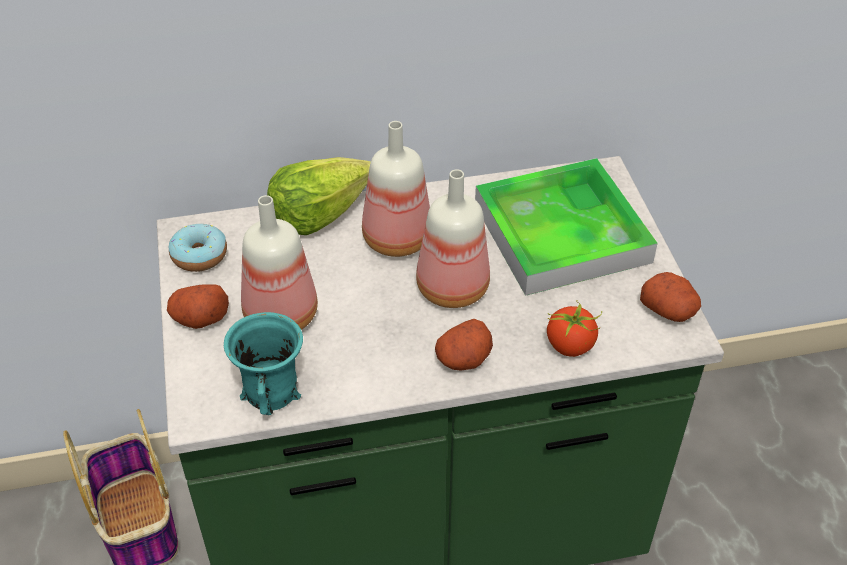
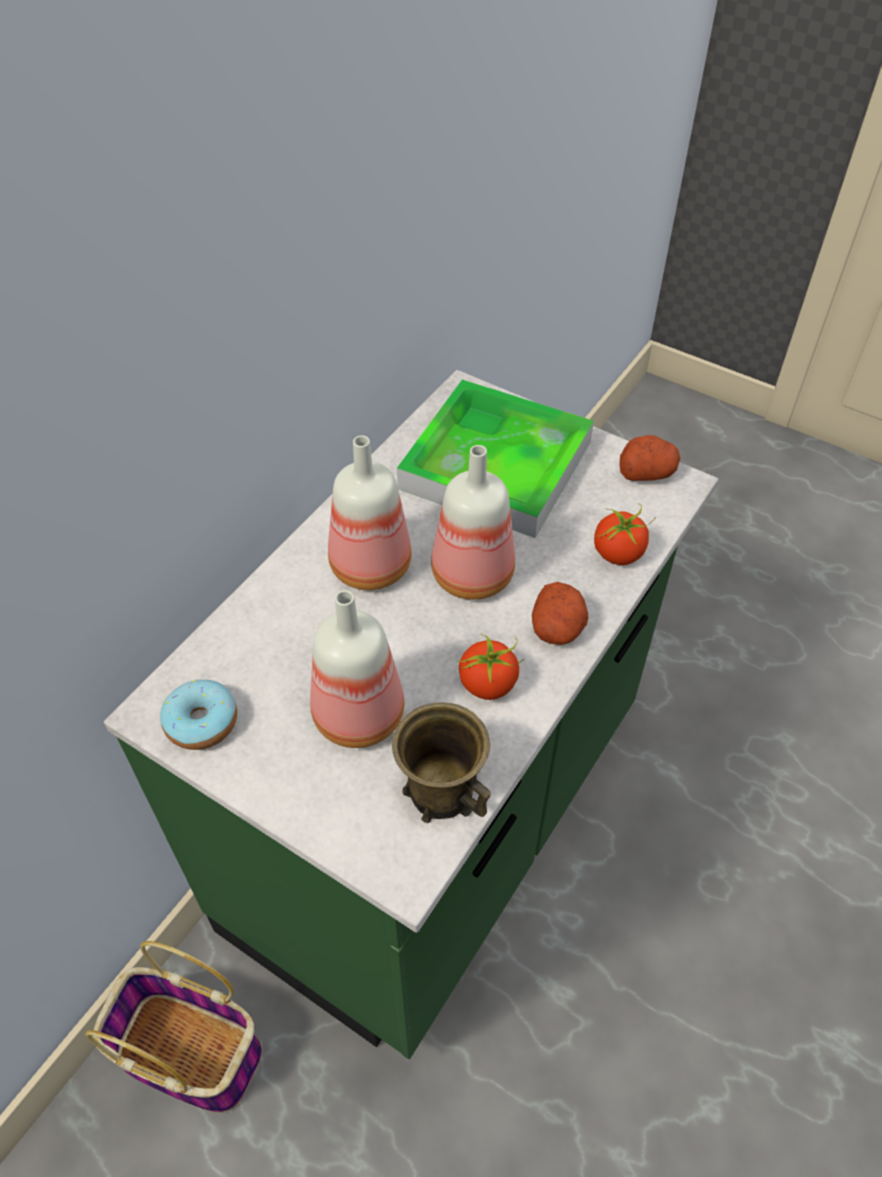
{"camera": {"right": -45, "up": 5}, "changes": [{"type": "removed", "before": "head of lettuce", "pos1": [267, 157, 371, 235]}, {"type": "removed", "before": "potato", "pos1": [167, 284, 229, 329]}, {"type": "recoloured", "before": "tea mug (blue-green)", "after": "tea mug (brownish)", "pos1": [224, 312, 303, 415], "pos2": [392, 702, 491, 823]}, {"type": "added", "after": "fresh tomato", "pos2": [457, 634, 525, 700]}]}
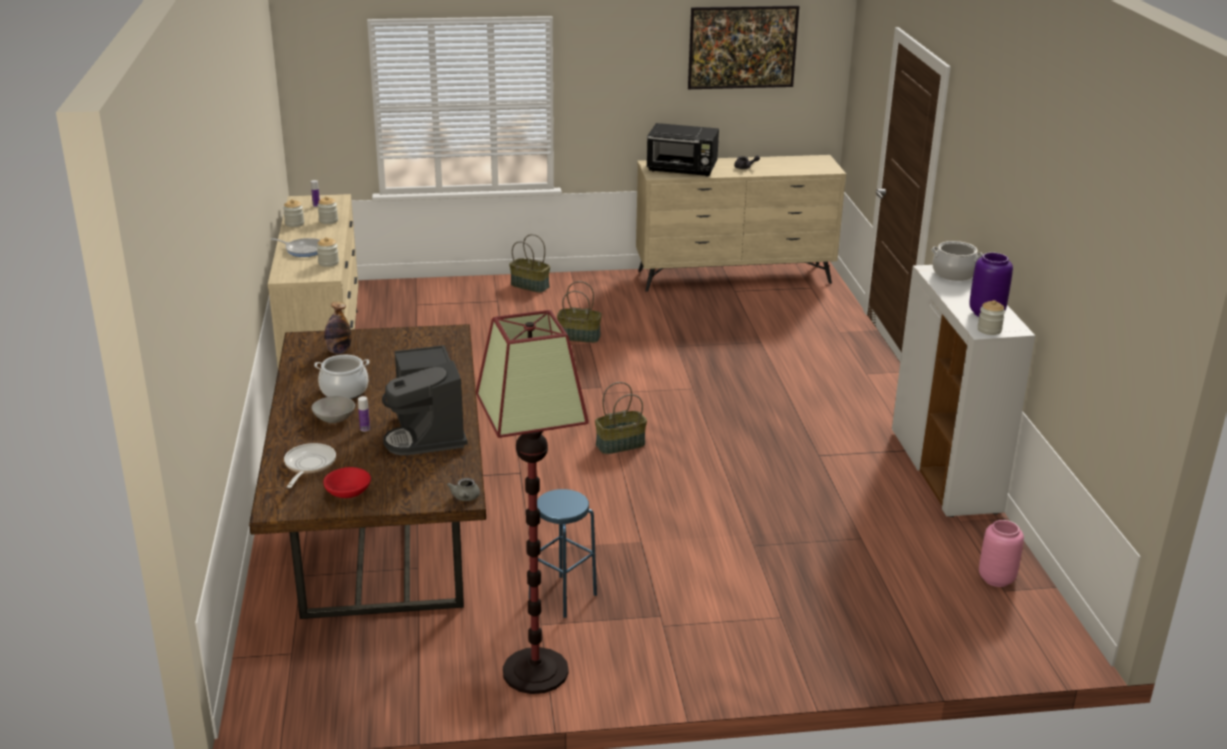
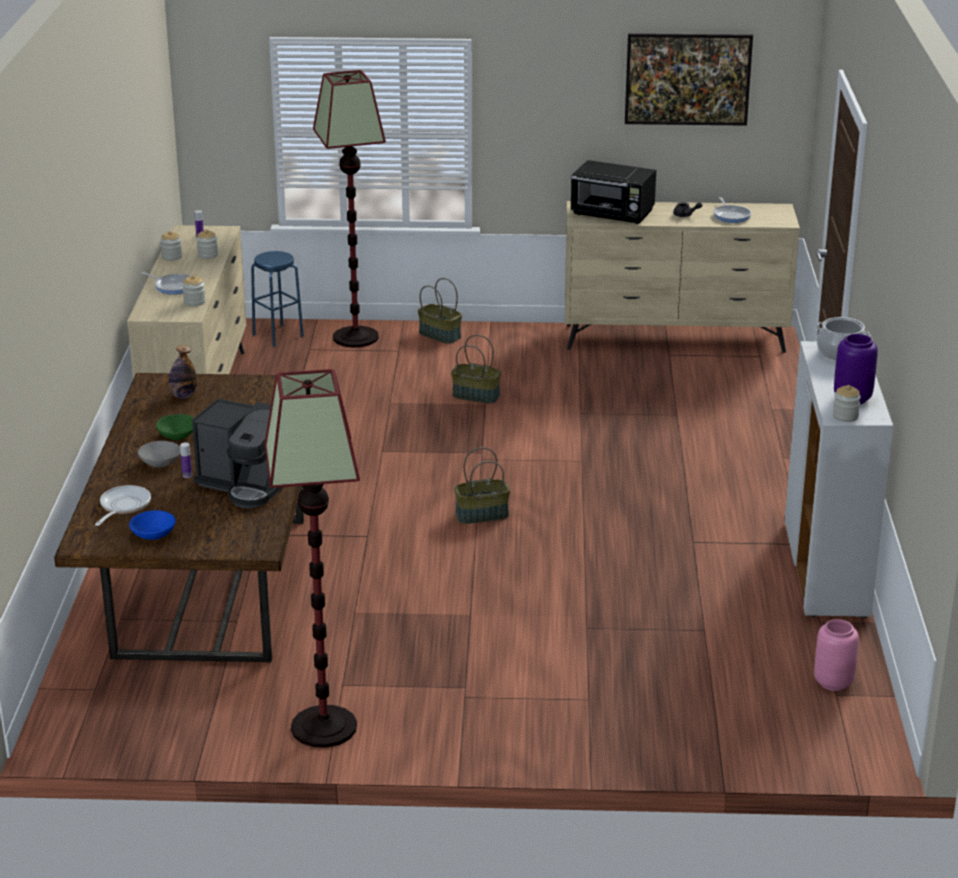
{"camera": {"right": 10, "up": 0}, "changes": [{"type": "turned", "before": "coffee maker", "pos1": [382, 345, 468, 456], "pos2": [192, 398, 283, 509], "turn": -60}, {"type": "replaced", "before": "saucepot", "after": "deep dish (green)", "pos1": [314, 355, 369, 399], "pos2": [156, 414, 194, 440]}, {"type": "recoloured", "before": "deep dish (red)", "after": "deep dish (bluish)", "pos1": [323, 467, 371, 498], "pos2": [129, 510, 176, 540]}, {"type": "removed", "before": "tea pot (grey)", "pos1": [447, 478, 480, 501]}, {"type": "moved", "before": "sitting stool (bluish)", "pos1": [529, 489, 597, 618], "pos2": [251, 251, 304, 347]}, {"type": "added", "after": "standing lamp", "pos2": [313, 70, 386, 347]}, {"type": "added", "after": "frying pan", "pos2": [713, 197, 751, 223]}]}
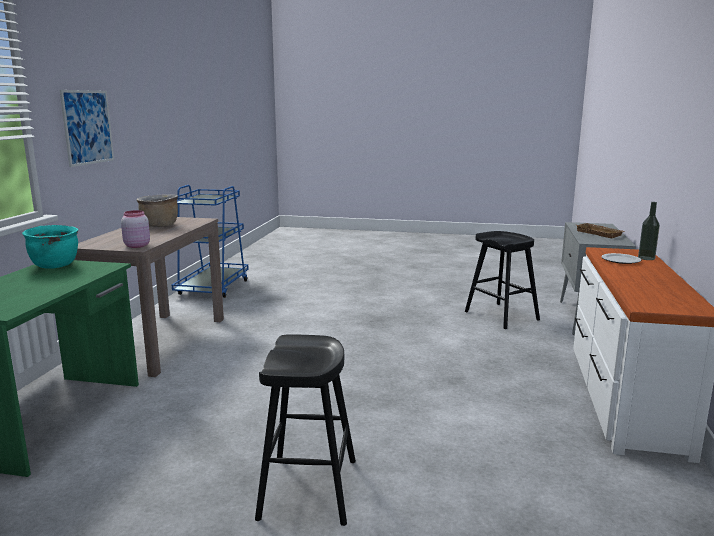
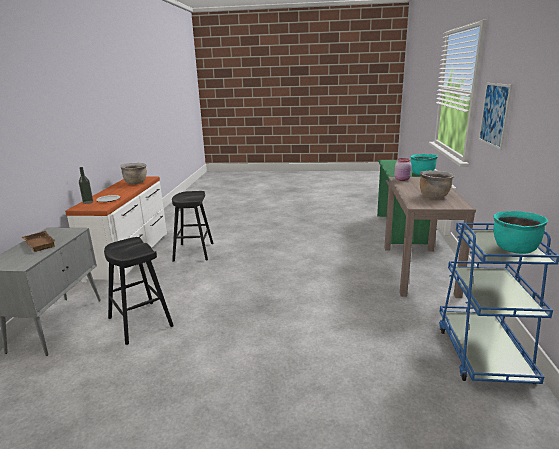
{"camera": {"right": 175, "up": 5}, "changes": [{"type": "moved", "before": "sitting stool (blackish)", "pos1": [255, 334, 356, 526], "pos2": [172, 191, 213, 262]}, {"type": "added", "after": "saucepot (brownish)", "pos2": [120, 163, 147, 184]}, {"type": "added", "after": "saucepot (blue-green)", "pos2": [493, 211, 548, 254]}]}
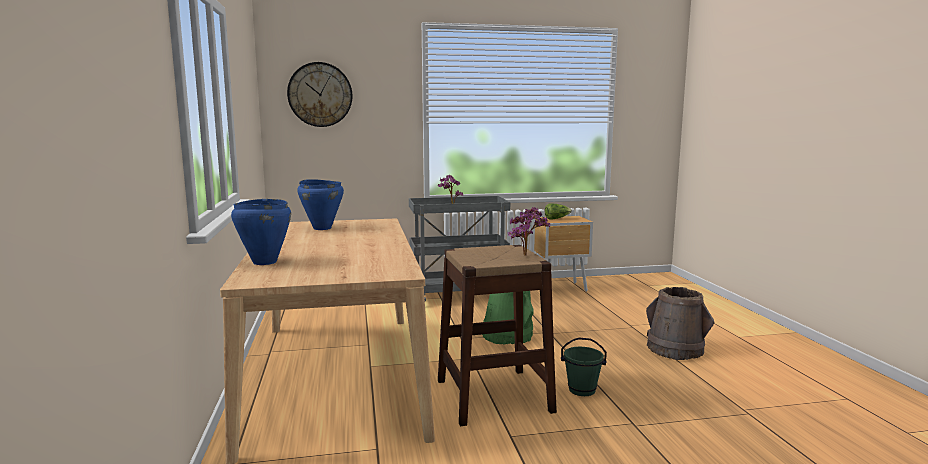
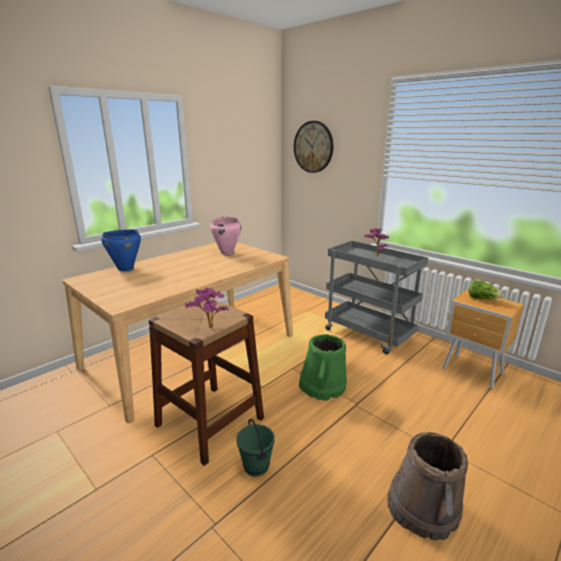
{"camera": {"right": 55, "up": 10}, "changes": [{"type": "recoloured", "before": "saucepot (bluish)", "after": "saucepot (pink)", "pos1": [297, 179, 344, 230], "pos2": [210, 217, 241, 255]}]}
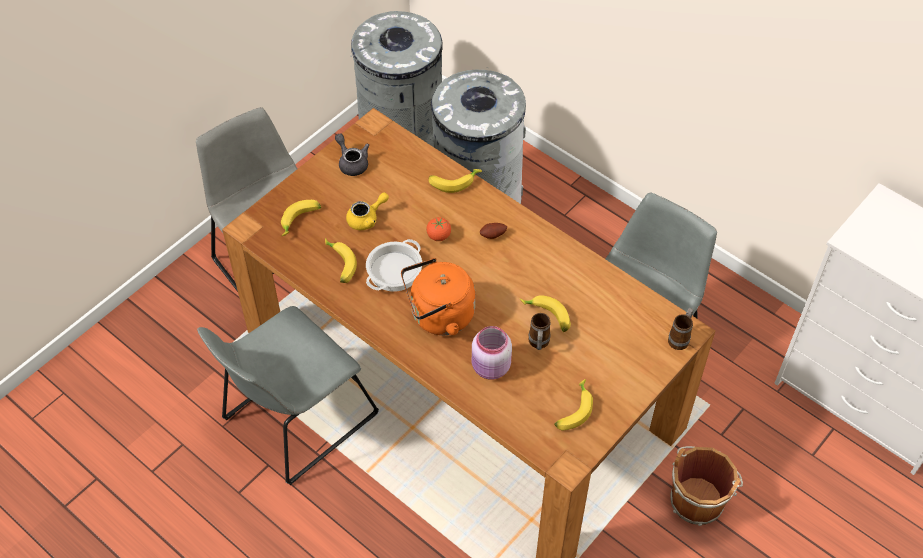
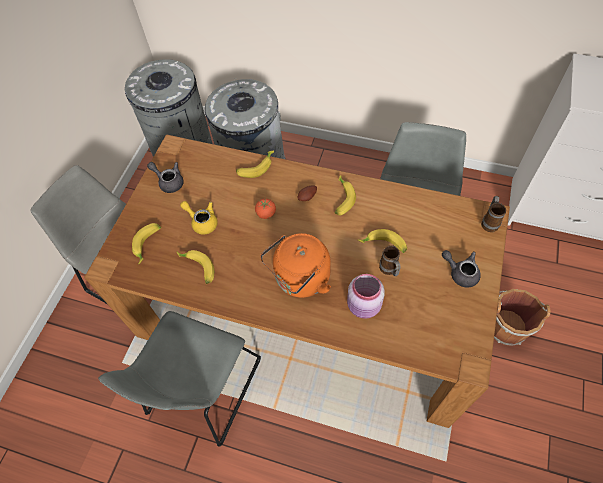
{"camera": {"right": -20, "up": 5}, "changes": [{"type": "turned", "before": "tea pot (yellowish)", "pos1": [346, 192, 389, 230], "pos2": [180, 201, 218, 235], "turn": -90}, {"type": "removed", "before": "saucepot", "pos1": [366, 239, 422, 292]}, {"type": "moved", "before": "whole banana", "pos1": [554, 379, 593, 431], "pos2": [334, 175, 356, 216]}, {"type": "added", "after": "tea pot (grey)", "pos2": [442, 250, 481, 288]}]}
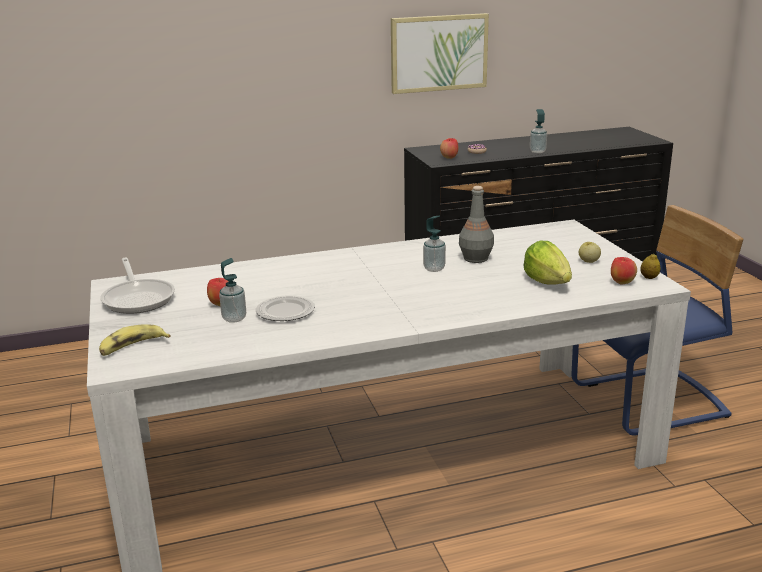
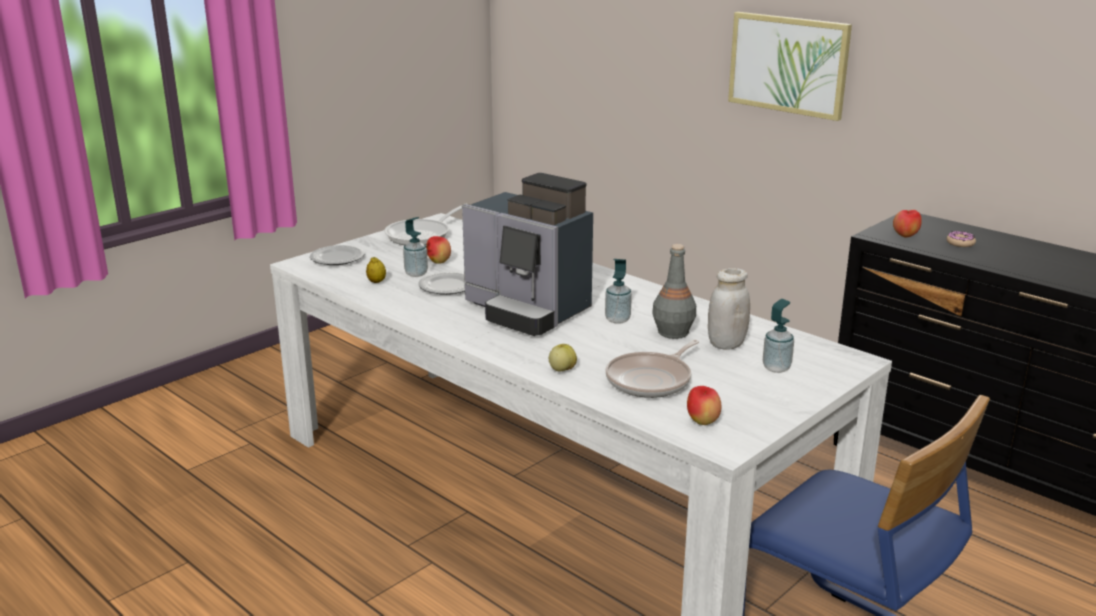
{"camera": {"right": 60, "up": 0}, "changes": [{"type": "moved", "before": "wall picture", "pos1": [391, 13, 489, 94], "pos2": [728, 12, 852, 121]}, {"type": "moved", "before": "liquid soap bottle", "pos1": [530, 109, 547, 153], "pos2": [763, 299, 794, 373]}, {"type": "replaced", "before": "head of lettuce", "after": "frying pan", "pos1": [524, 241, 572, 285], "pos2": [606, 340, 699, 398]}, {"type": "moved", "before": "whole apple", "pos1": [579, 242, 601, 263], "pos2": [549, 344, 577, 371]}, {"type": "moved", "before": "lemon", "pos1": [640, 254, 660, 279], "pos2": [366, 257, 386, 283]}, {"type": "replaced", "before": "whole banana", "after": "flat dish", "pos1": [99, 324, 171, 356], "pos2": [310, 245, 365, 265]}, {"type": "added", "after": "coffee maker", "pos2": [462, 173, 593, 336]}, {"type": "added", "after": "preserve jar (white-coloured)", "pos2": [708, 268, 750, 350]}]}
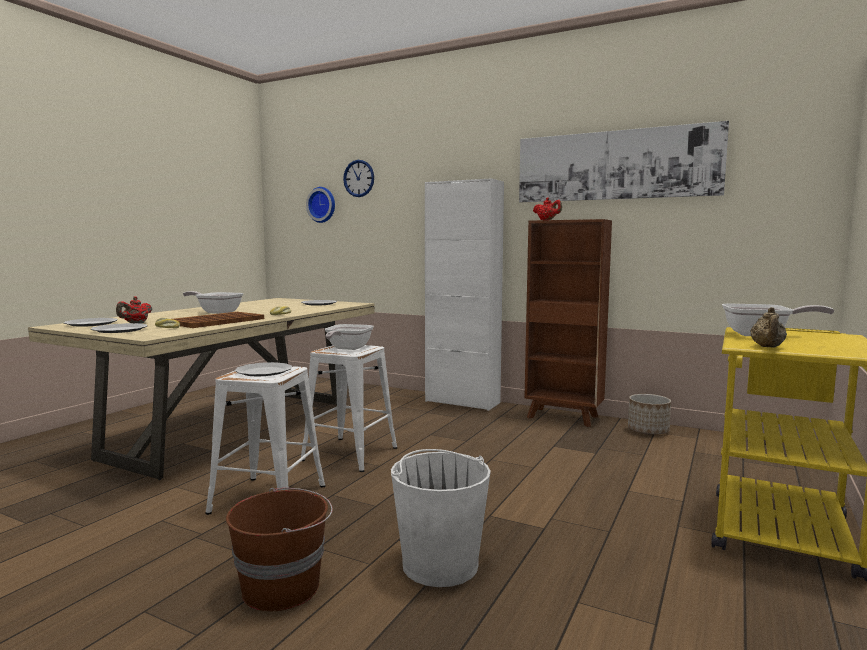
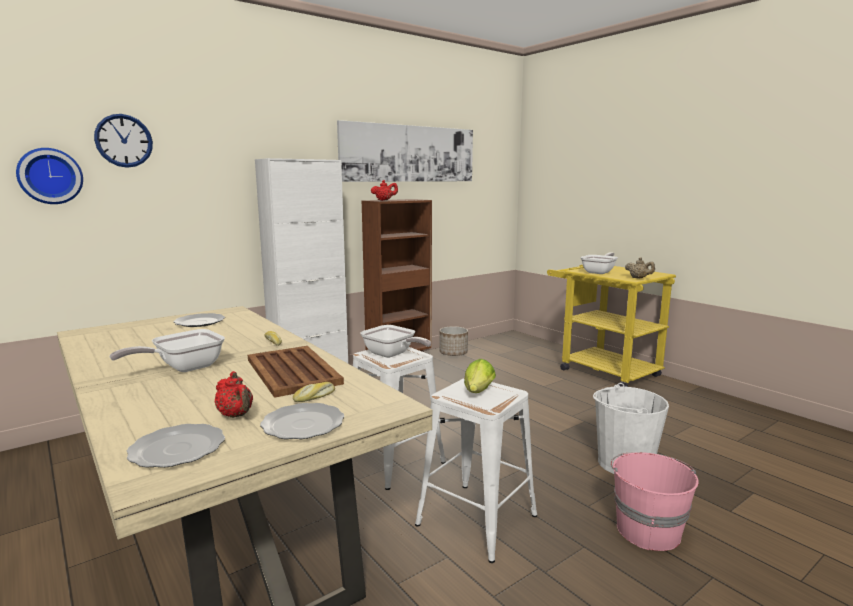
{"camera": {"right": -65, "up": 5}, "changes": [{"type": "replaced", "before": "flat dish", "after": "head of lettuce", "pos1": [235, 362, 292, 376], "pos2": [464, 359, 496, 393]}, {"type": "recoloured", "before": "pail (brownish)", "after": "pail (pink)", "pos1": [226, 488, 333, 611], "pos2": [611, 452, 699, 551]}]}
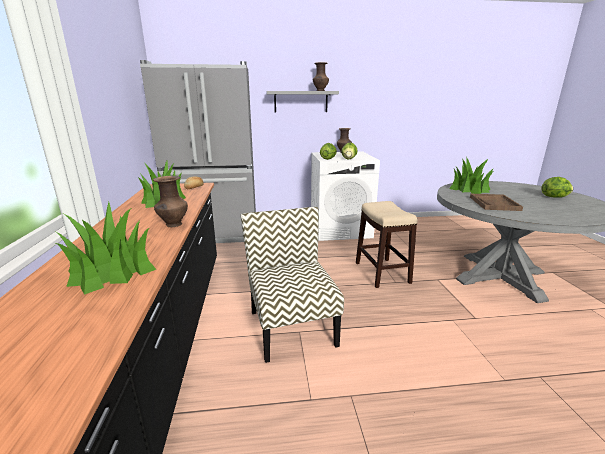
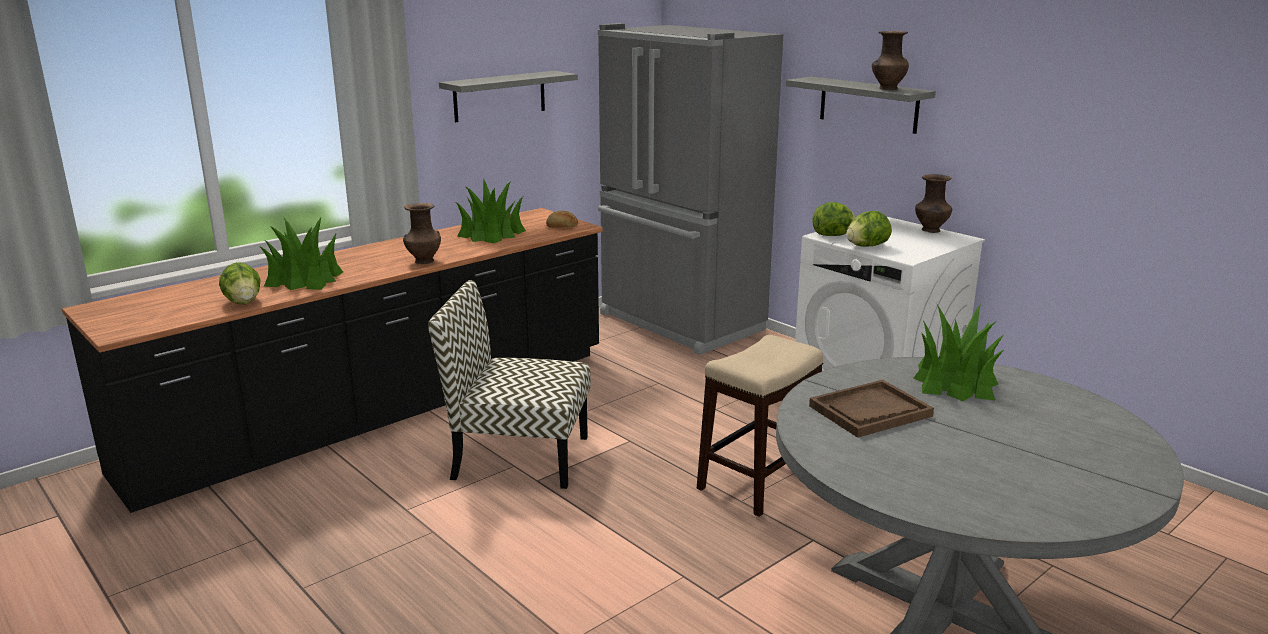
{"camera": {"right": 55, "up": 0}, "changes": [{"type": "moved", "before": "head of lettuce", "pos1": [541, 177, 573, 198], "pos2": [219, 262, 261, 304]}, {"type": "turned", "before": "upright chair", "pos1": [241, 207, 344, 363], "pos2": [428, 280, 590, 489], "turn": -120}, {"type": "added", "after": "wall shelf (grey)", "pos2": [439, 71, 578, 122]}]}
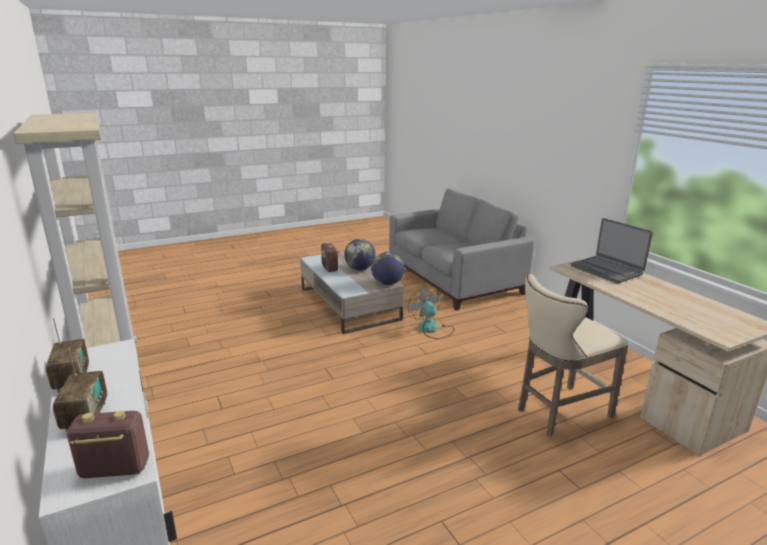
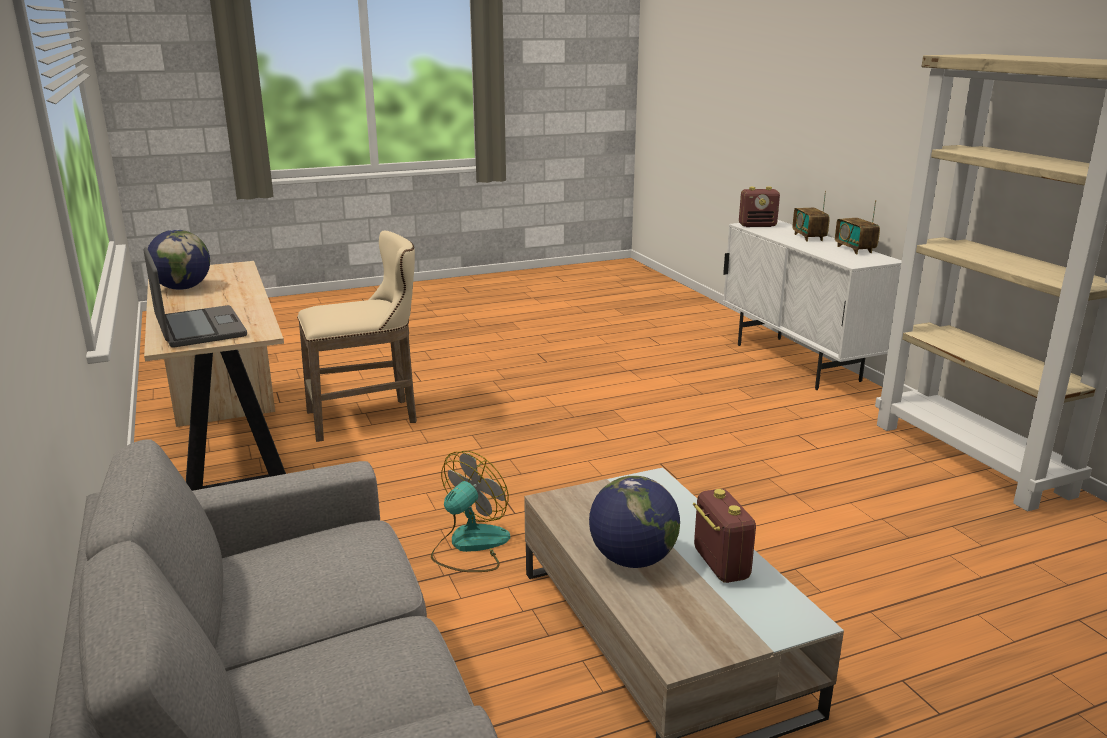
{"camera": {"right": -175, "up": 0}, "changes": [{"type": "moved", "before": "desk globe", "pos1": [371, 252, 405, 285], "pos2": [147, 230, 210, 290]}, {"type": "turned", "before": "electric fan", "pos1": [408, 287, 455, 339], "pos2": [431, 451, 510, 572], "turn": -120}]}
